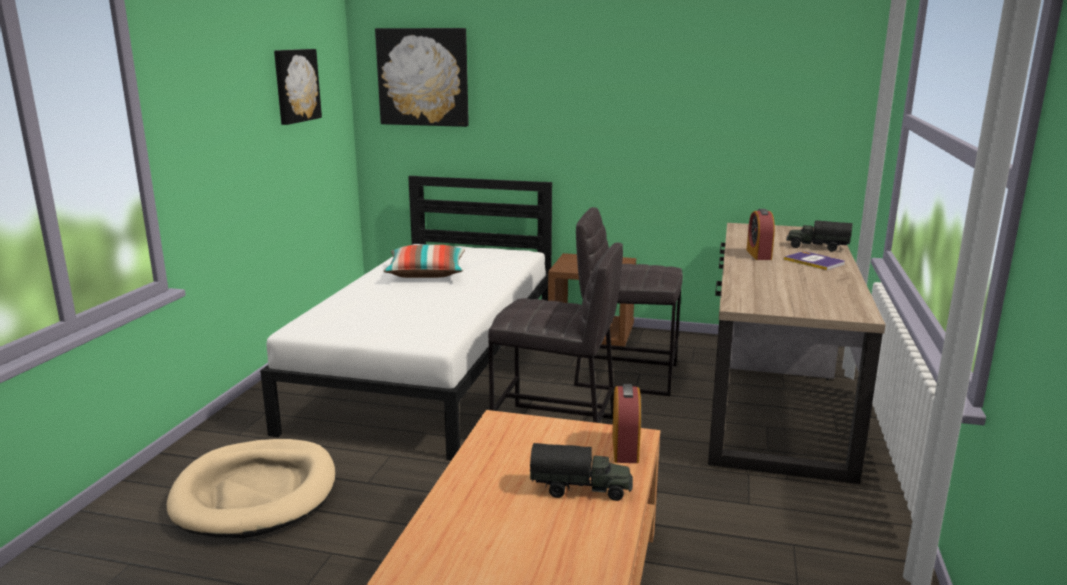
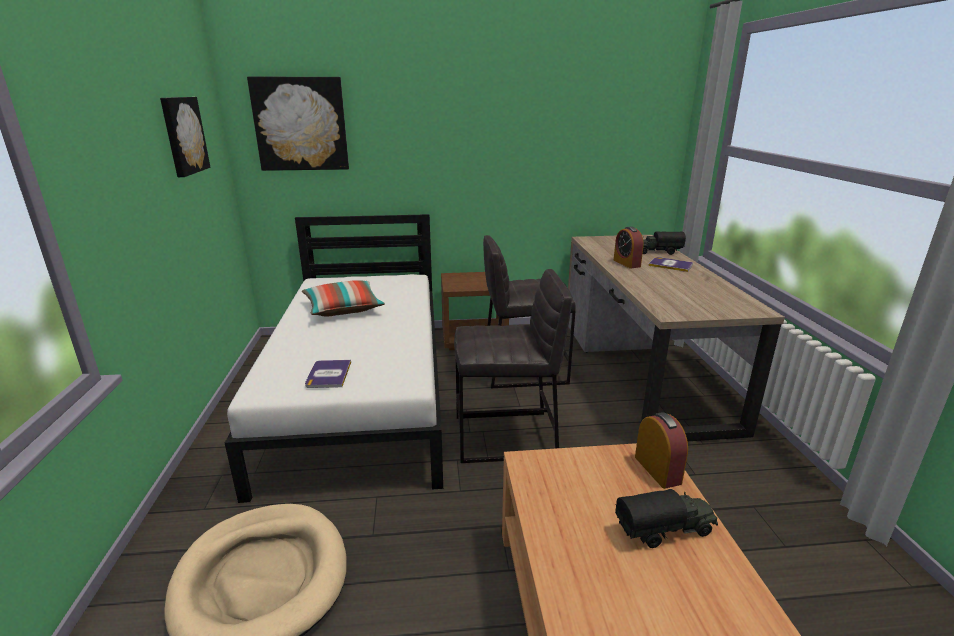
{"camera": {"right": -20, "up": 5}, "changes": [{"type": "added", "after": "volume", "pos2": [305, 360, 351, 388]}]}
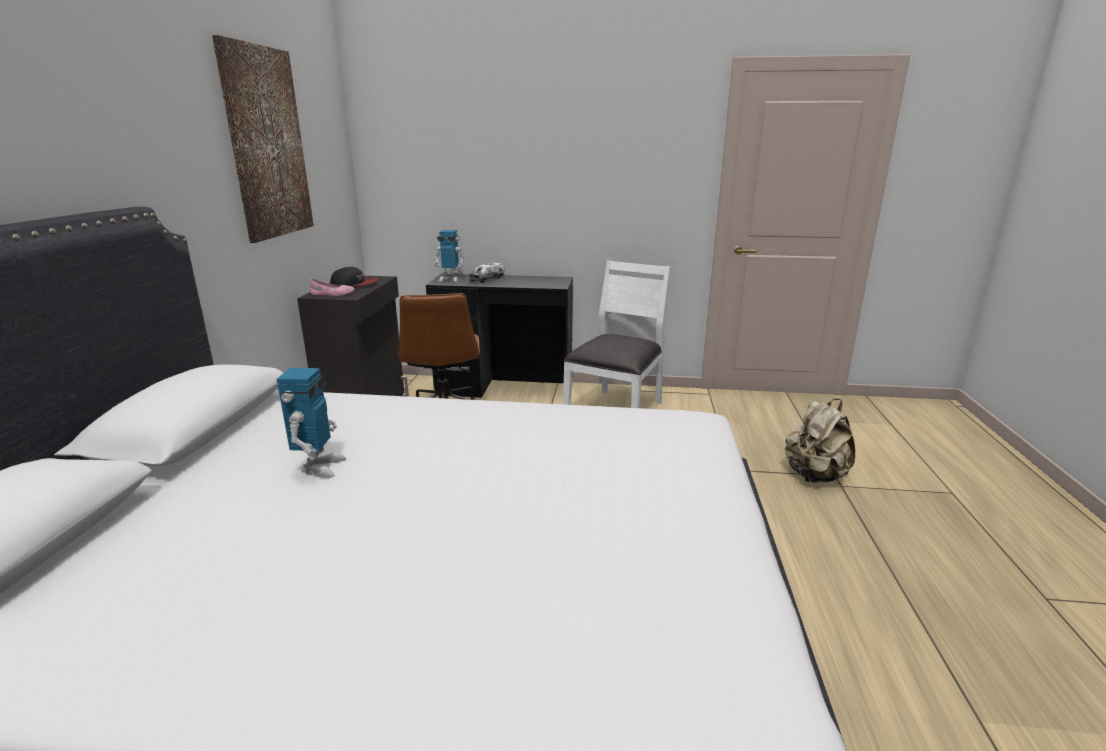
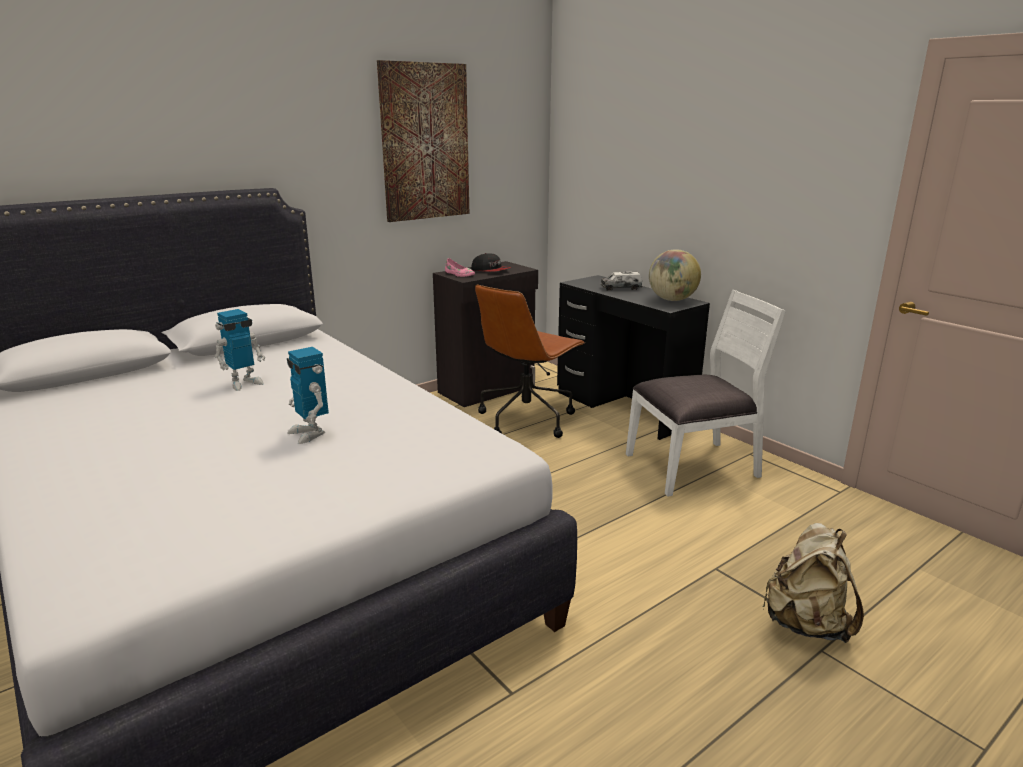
{"camera": {"right": 45, "up": 0}, "changes": [{"type": "moved", "before": "model robot", "pos1": [434, 230, 465, 282], "pos2": [287, 347, 329, 444]}, {"type": "added", "after": "desk globe", "pos2": [649, 249, 701, 301]}]}
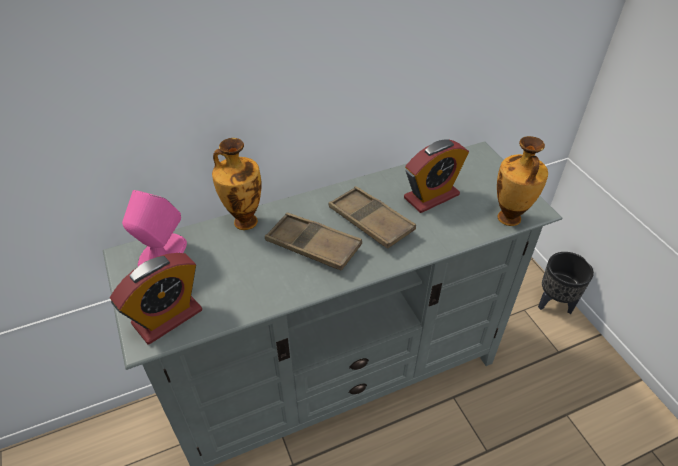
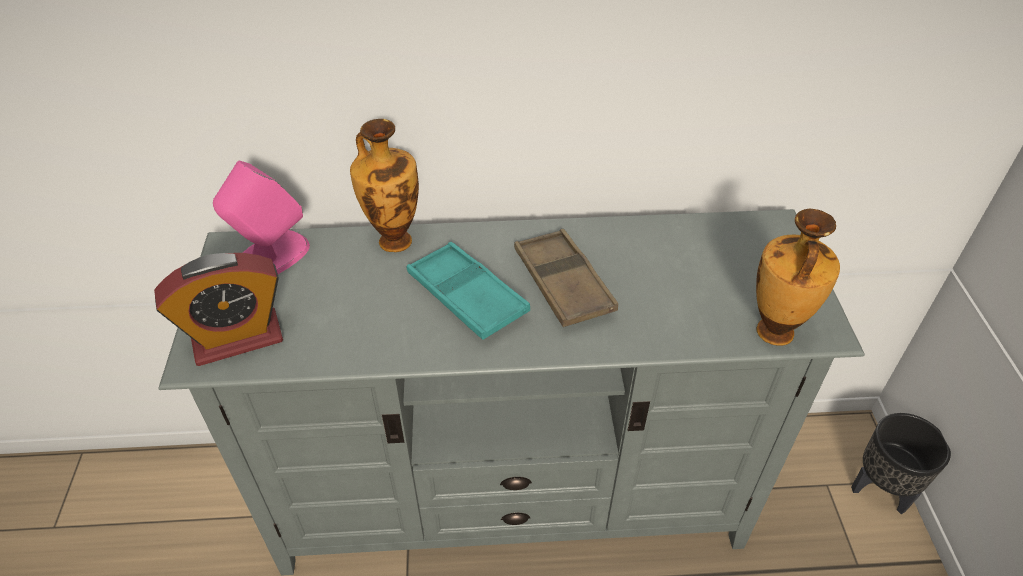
{"camera": {"right": 20, "up": 0}, "changes": [{"type": "removed", "before": "table clock", "pos1": [404, 140, 469, 213]}, {"type": "recoloured", "before": "tray (brownish)", "after": "tray (blue-green)", "pos1": [265, 213, 362, 271], "pos2": [407, 242, 530, 340]}]}
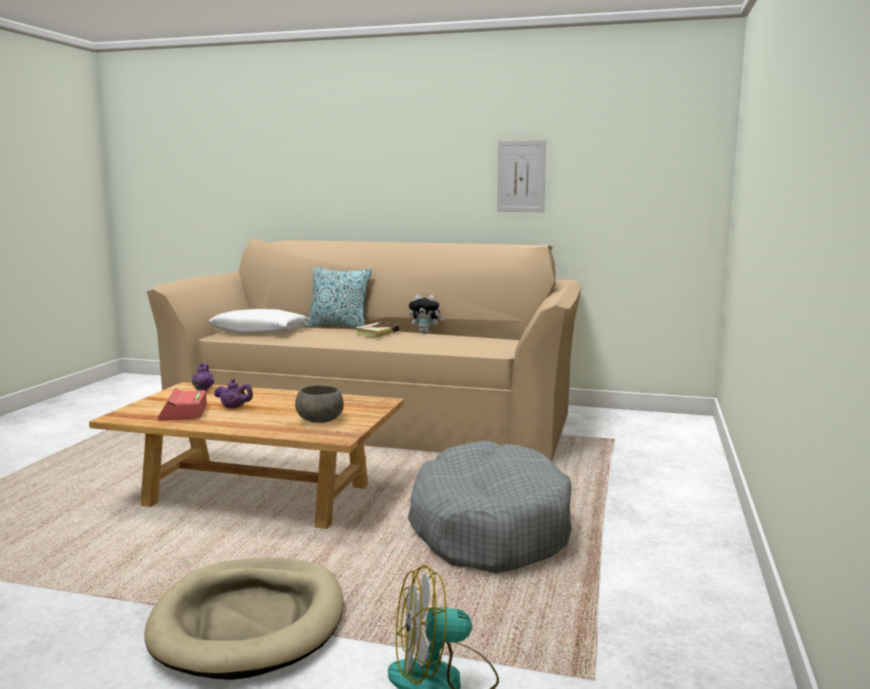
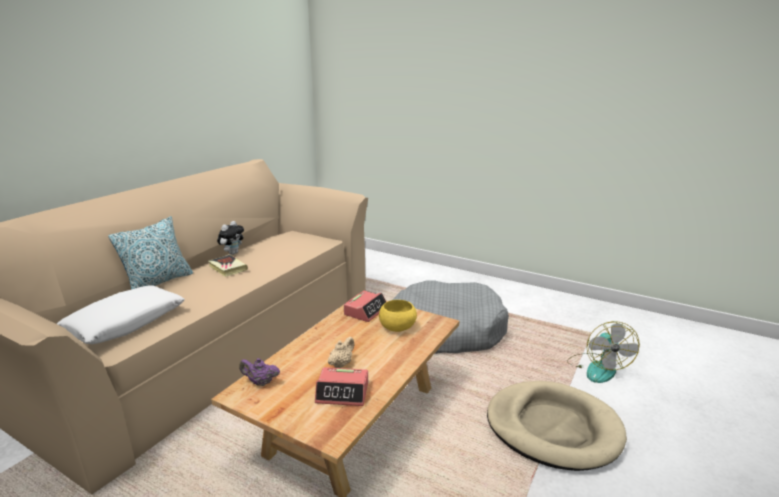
{"camera": {"right": -75, "up": 10}, "changes": [{"type": "removed", "before": "wall picture", "pos1": [497, 140, 546, 212]}, {"type": "recoloured", "before": "tea pot (purple-coloured)", "after": "tea pot (sand-coloured)", "pos1": [214, 379, 253, 408], "pos2": [328, 337, 354, 368]}, {"type": "recoloured", "before": "deep dish (grey)", "after": "deep dish (yellowish)", "pos1": [295, 385, 344, 423], "pos2": [379, 300, 417, 332]}, {"type": "added", "after": "table clock", "pos2": [344, 291, 386, 322]}]}
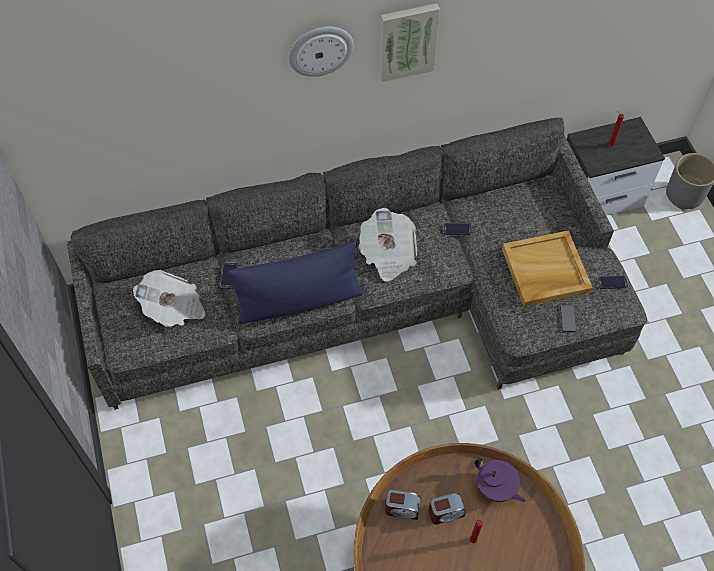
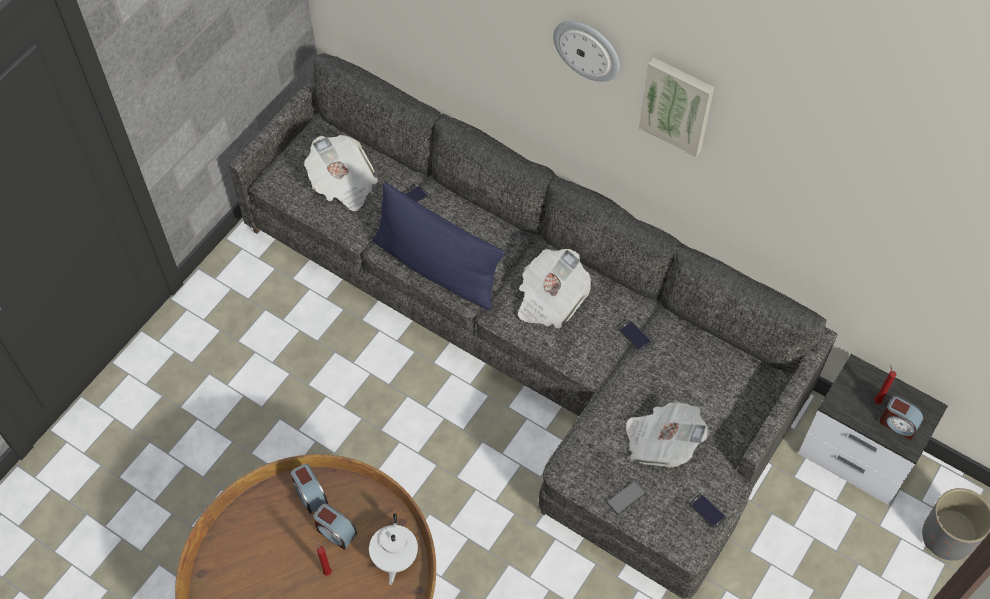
{"camera": {"right": 50, "up": 0}, "changes": [{"type": "replaced", "before": "tray (sand-coloured)", "after": "printed paper", "pos1": [502, 230, 593, 307], "pos2": [626, 401, 708, 468]}, {"type": "recoloured", "before": "tea pot (purple-coloured)", "after": "tea pot (white-coloured)", "pos1": [475, 458, 526, 502], "pos2": [369, 514, 418, 585]}, {"type": "added", "after": "table clock", "pos2": [879, 395, 924, 440]}]}
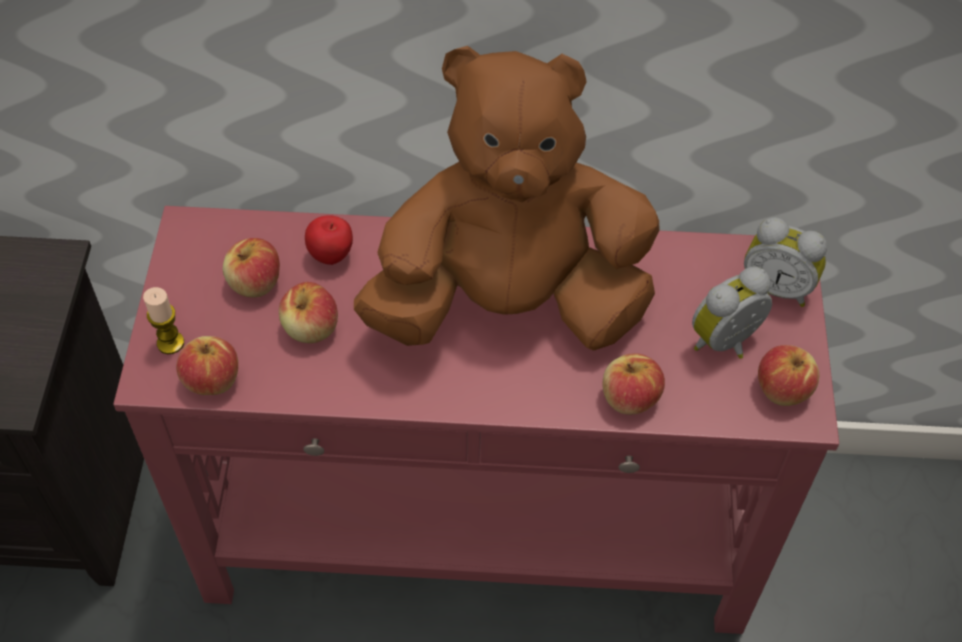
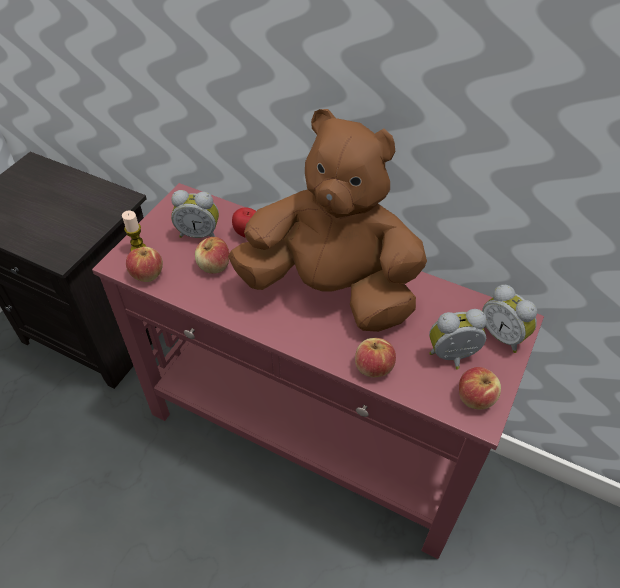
{"camera": {"right": 25, "up": -5}, "changes": [{"type": "replaced", "before": "whole apple", "after": "table clock", "pos1": [223, 238, 280, 298], "pos2": [171, 190, 219, 238]}]}
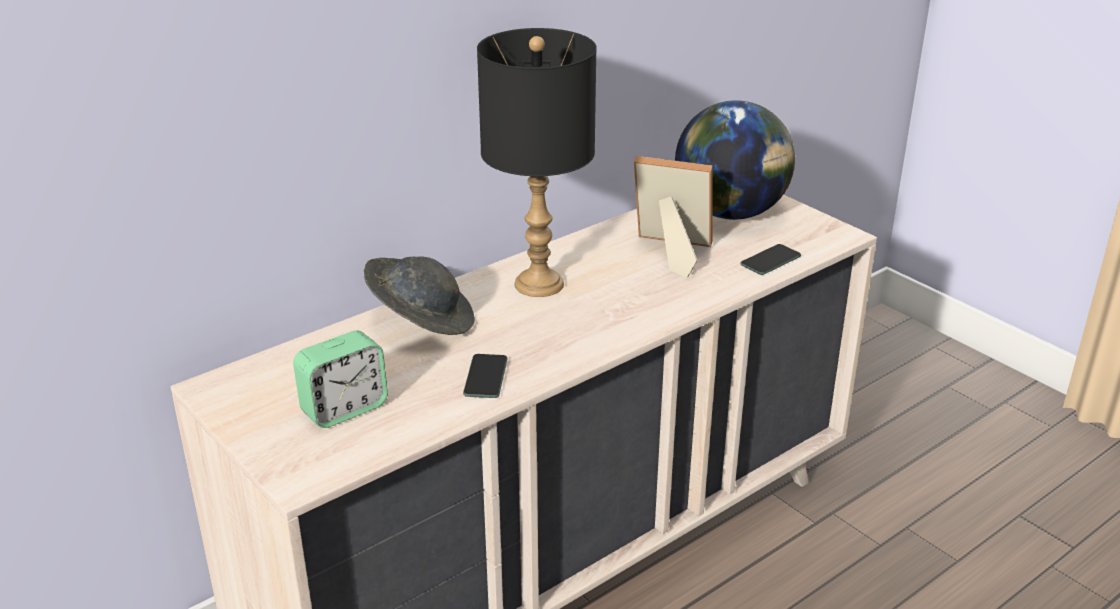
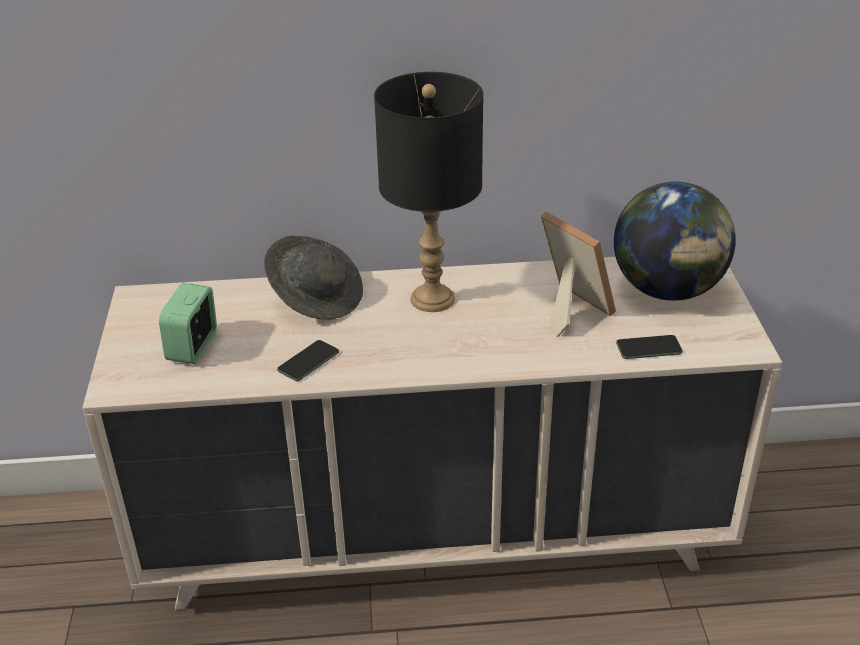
{"camera": {"right": 35, "up": 5}, "changes": [{"type": "turned", "before": "table clock", "pos1": [293, 330, 388, 428], "pos2": [159, 283, 217, 364], "turn": 105}]}
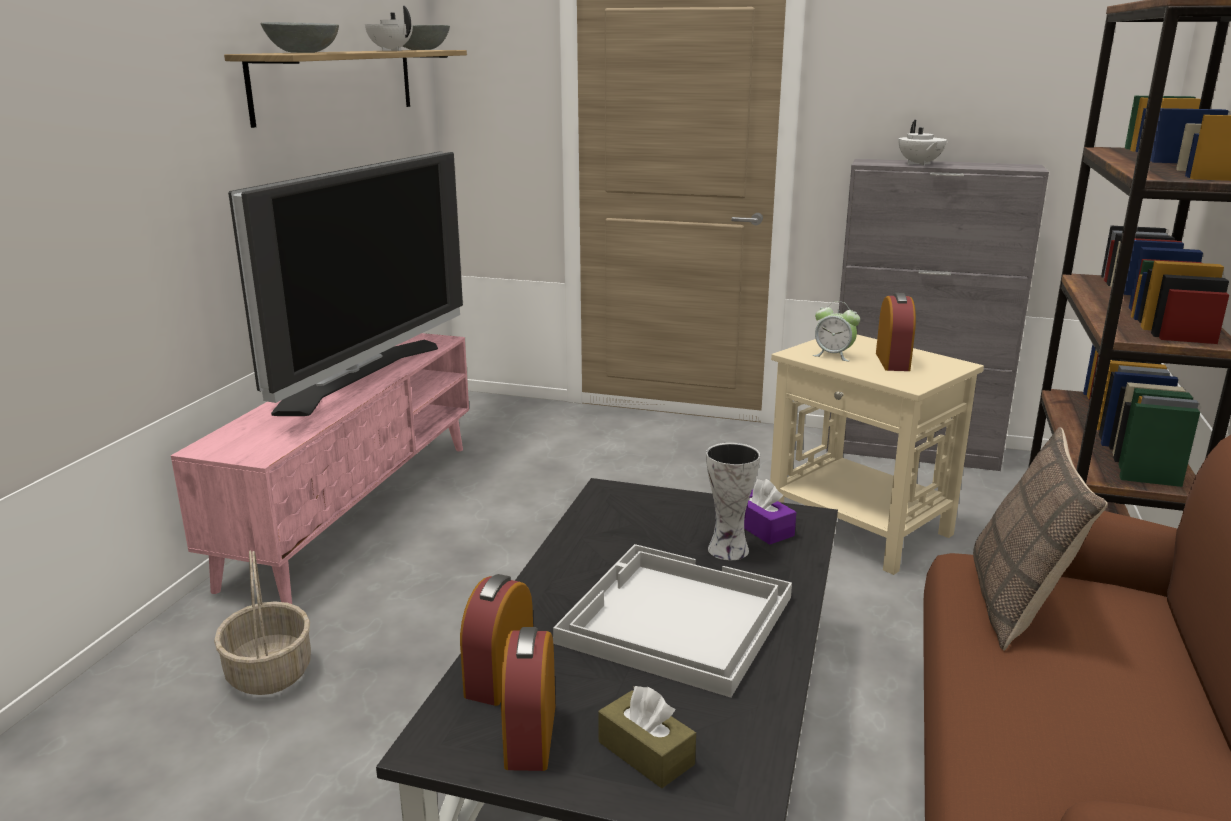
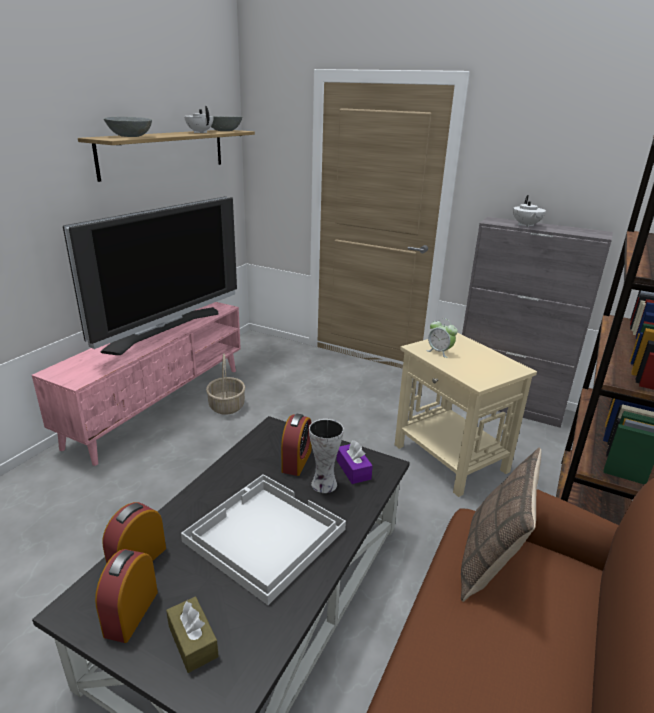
{"camera": {"right": 10, "up": 5}, "changes": [{"type": "moved", "before": "table clock", "pos1": [876, 293, 916, 371], "pos2": [281, 414, 312, 476]}, {"type": "moved", "before": "household basket", "pos1": [214, 551, 311, 695], "pos2": [206, 353, 245, 415]}]}
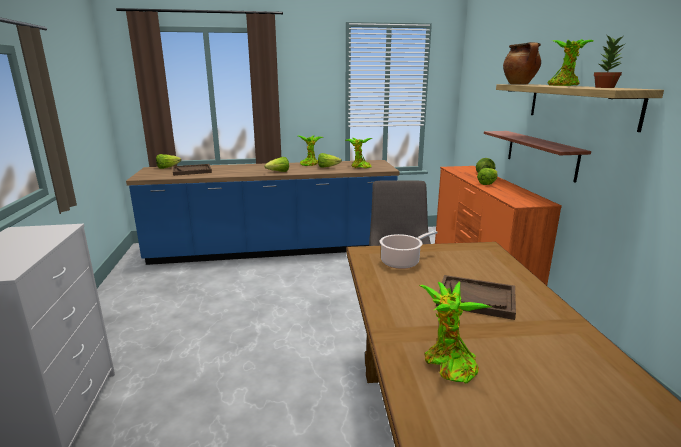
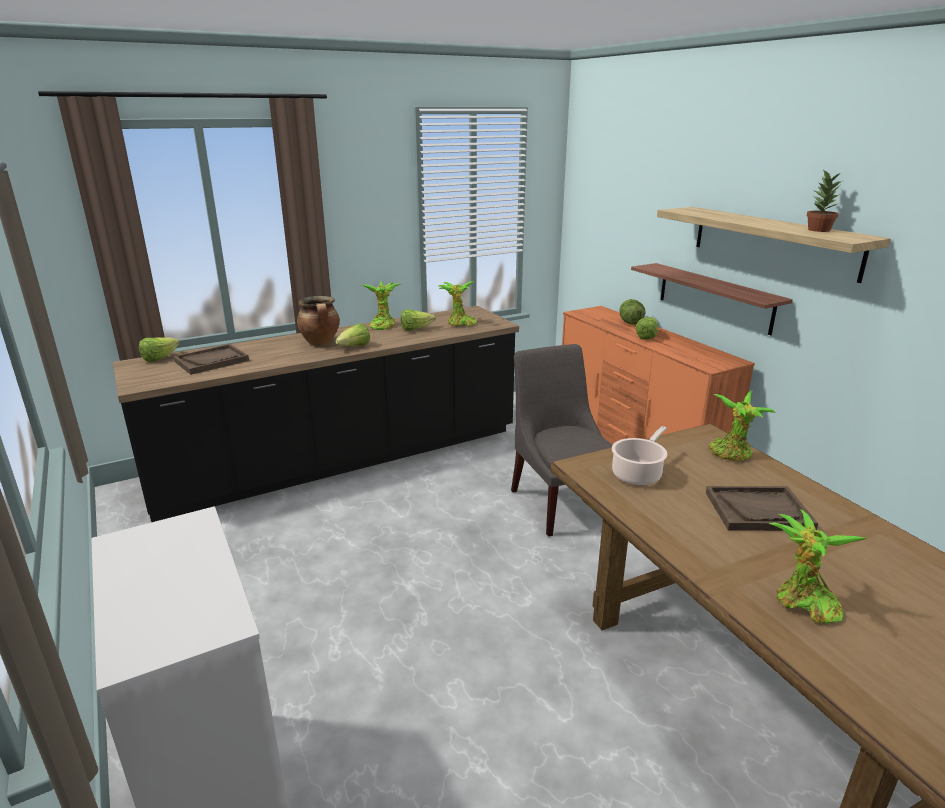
{"camera": {"right": -20, "up": 5}, "changes": [{"type": "moved", "before": "plant in a pot", "pos1": [548, 39, 593, 86], "pos2": [708, 391, 776, 461]}, {"type": "moved", "before": "saucepot", "pos1": [503, 42, 541, 84], "pos2": [297, 296, 340, 346]}, {"type": "recoloured", "before": "counter (bluish)", "after": "counter (blackish)", "pos1": [126, 160, 400, 265], "pos2": [113, 306, 519, 522]}]}
